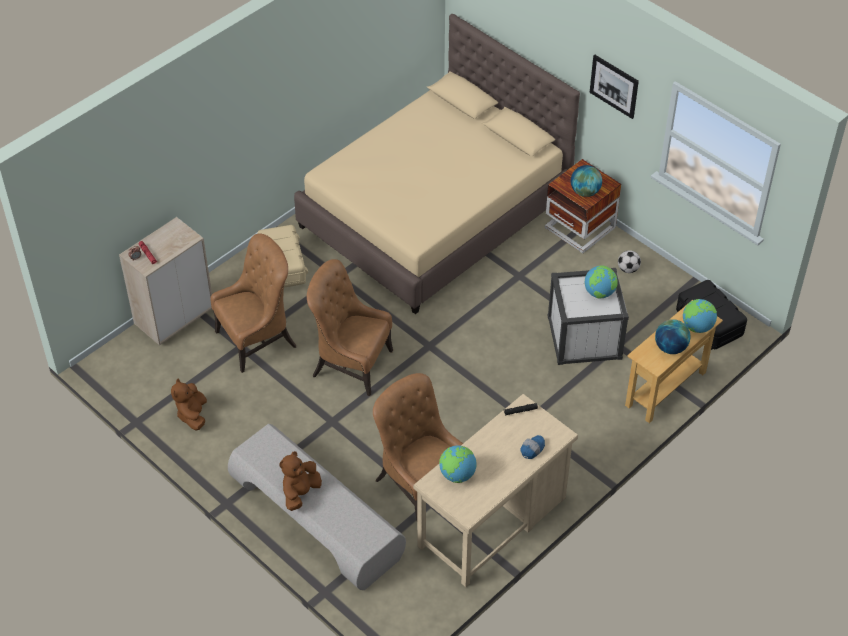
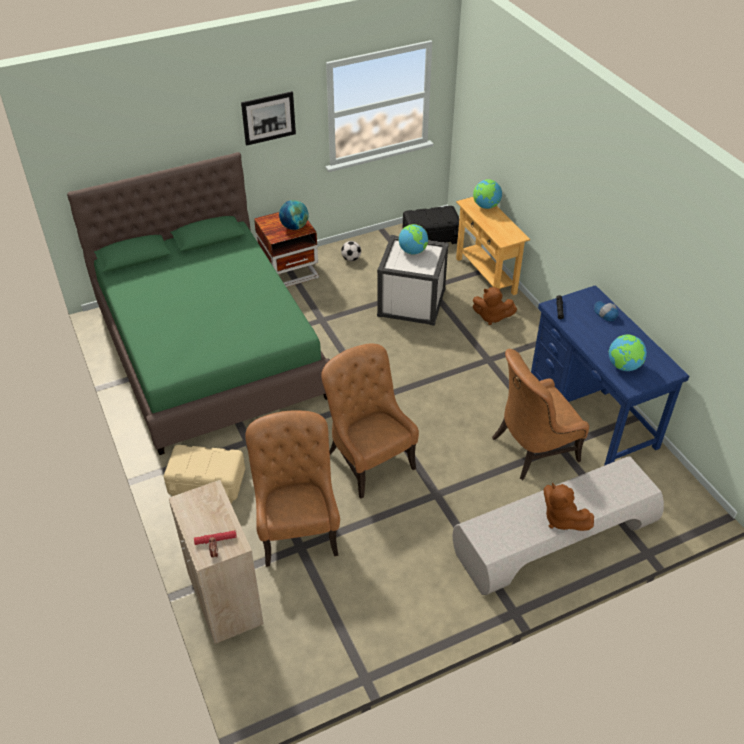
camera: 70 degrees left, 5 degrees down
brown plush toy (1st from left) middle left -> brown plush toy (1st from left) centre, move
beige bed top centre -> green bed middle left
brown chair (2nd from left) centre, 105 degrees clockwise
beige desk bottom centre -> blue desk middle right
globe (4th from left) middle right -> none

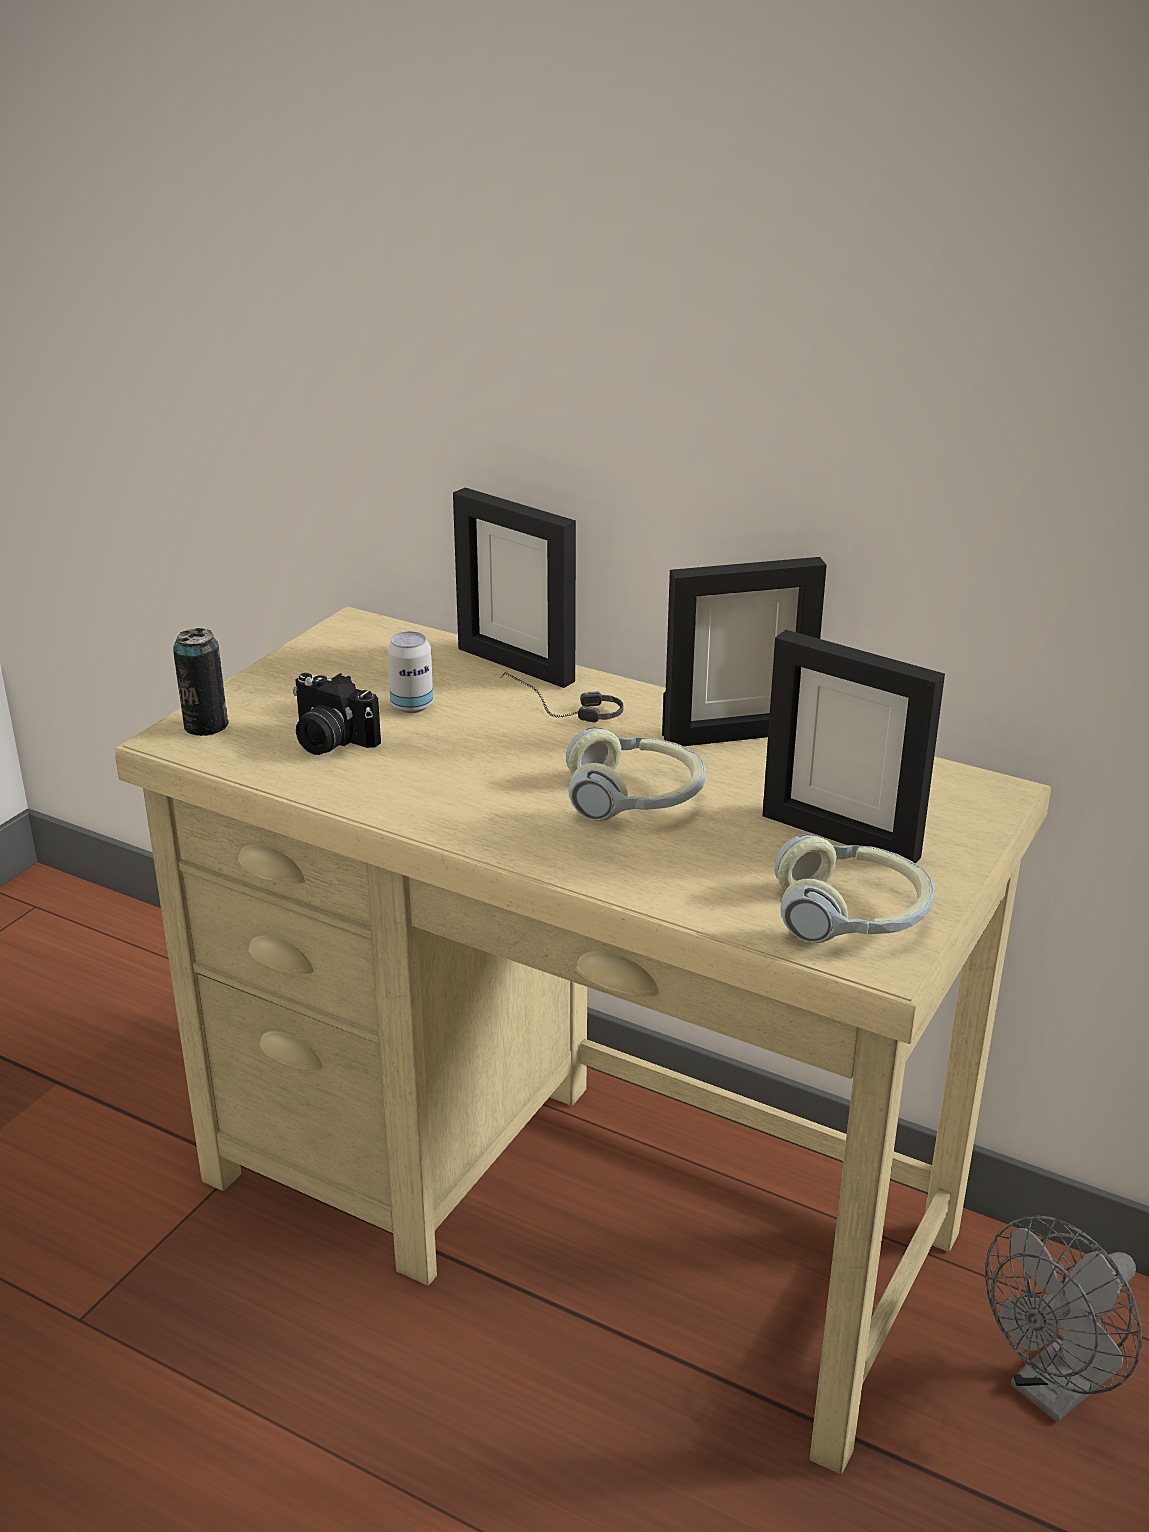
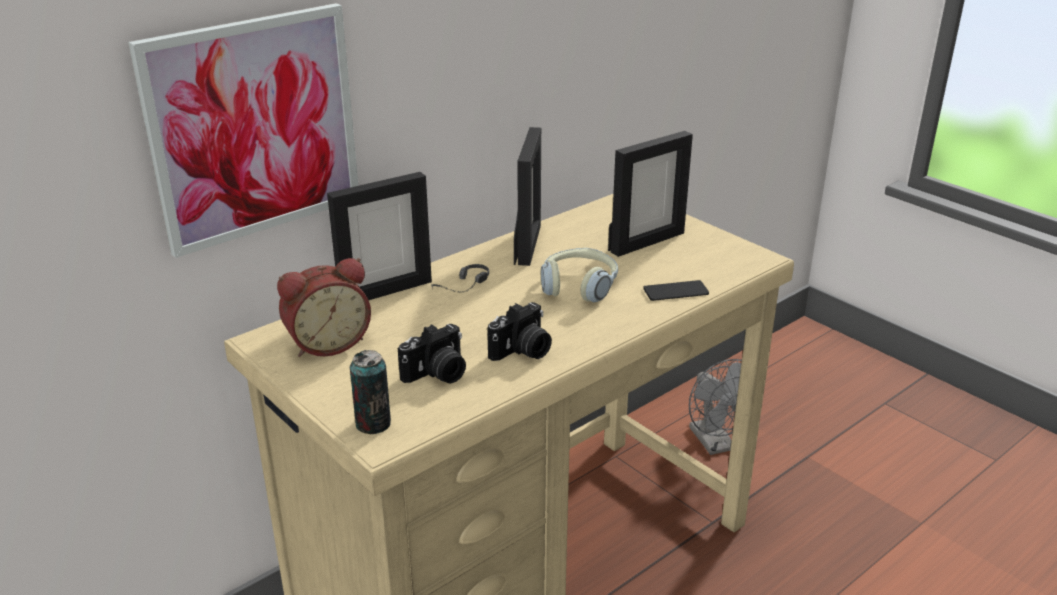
camera: 70 degrees left, 0 degrees up
can (2nd from left) centre -> none
headphones (3rd from left) middle right -> none
none -> picture top left
none -> alarm clock middle left
none -> photo camera (2nd from left) centre
none -> phone centre

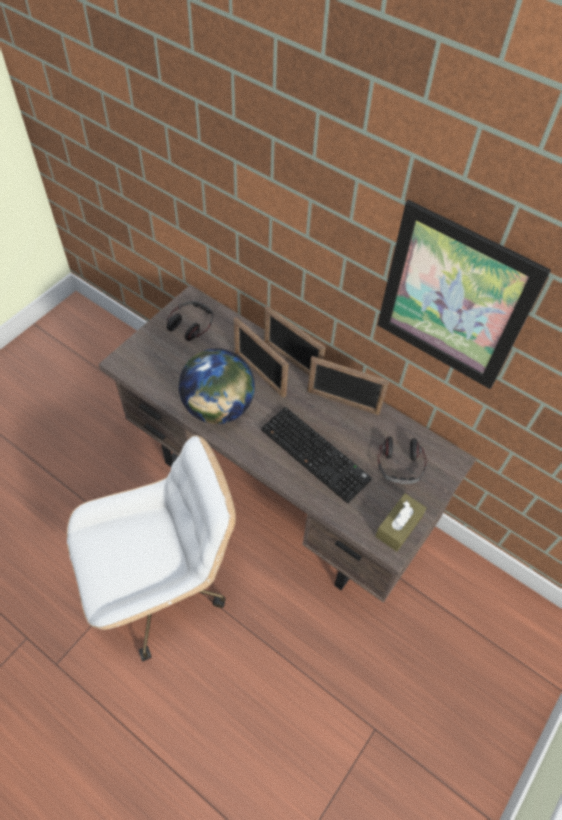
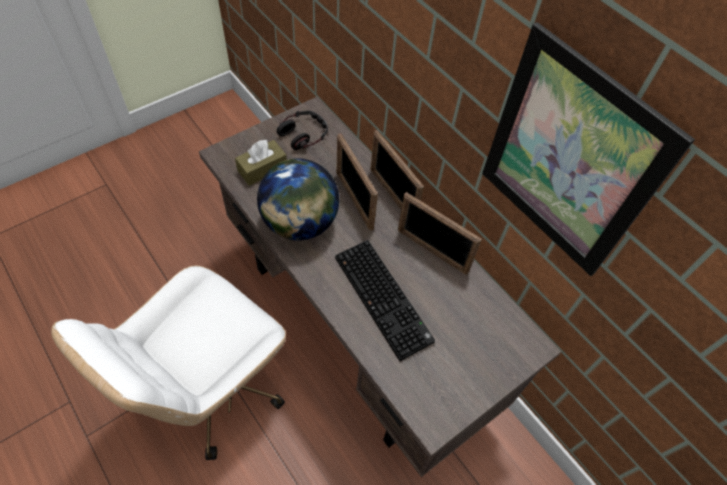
camera: 15 degrees right, 0 degrees up
white office chair bottom left, 135 degrees clockwise
brown tissue box middle right -> brown tissue box centre, move
headphones (2nd from left) middle right -> none

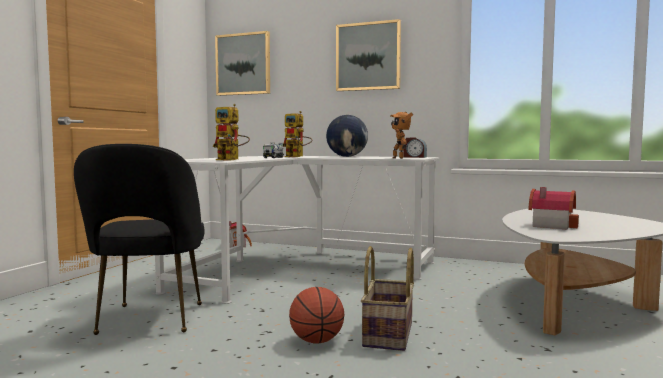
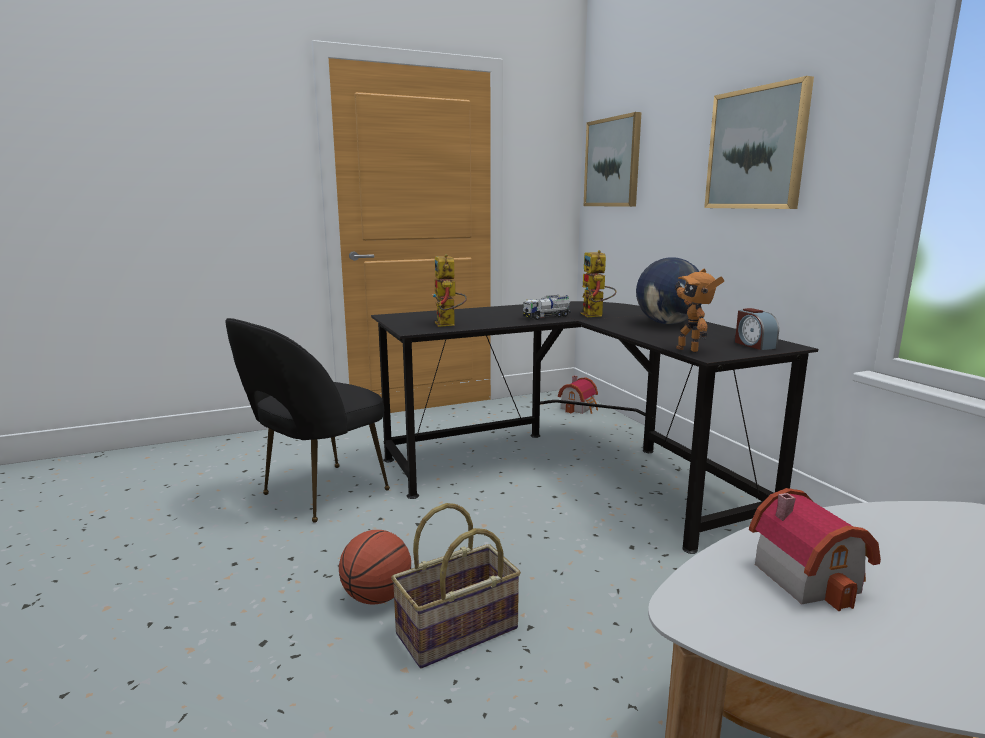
camera: 45 degrees right, 10 degrees up
white desk centre -> black desk centre
toy robot (3rd from left) centre -> toy robot (3rd from left) middle right, 45 degrees counterclockwise

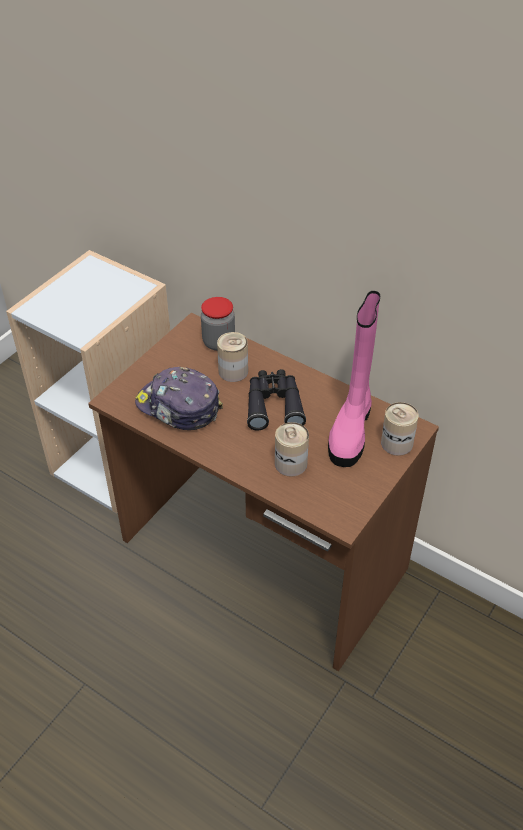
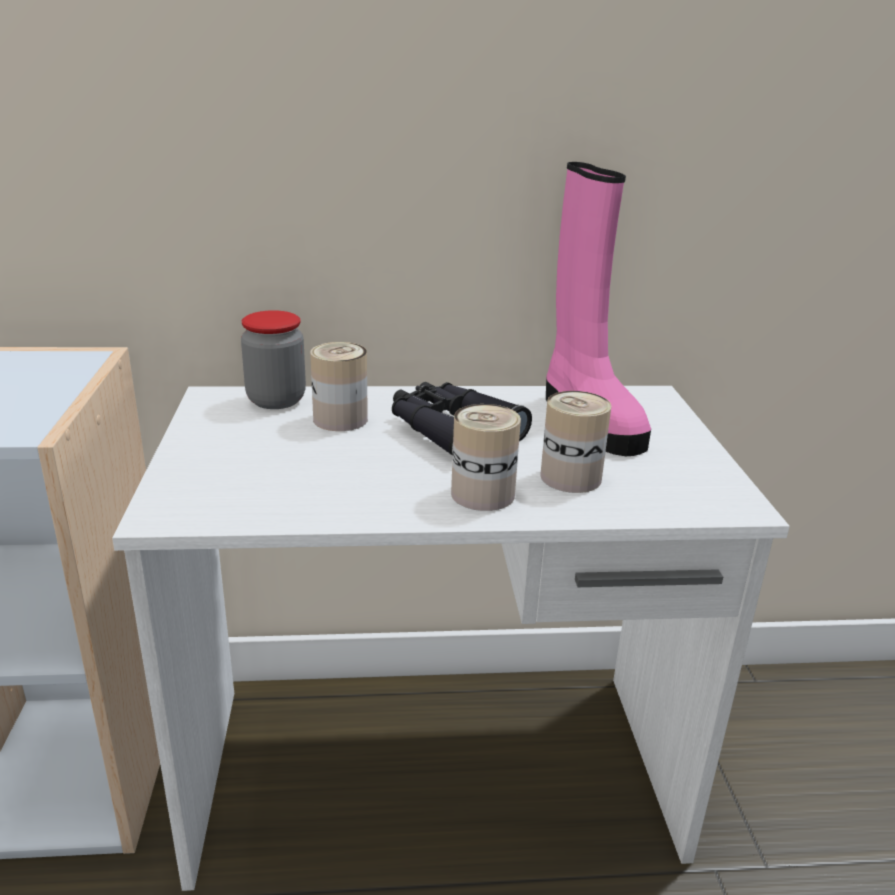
camera: 40 degrees left, 20 degrees down
brown desk centre -> white desk bottom centre
cap centre -> none
can (3rd from left in the first image) middle right -> can (2nd from left) centre, move

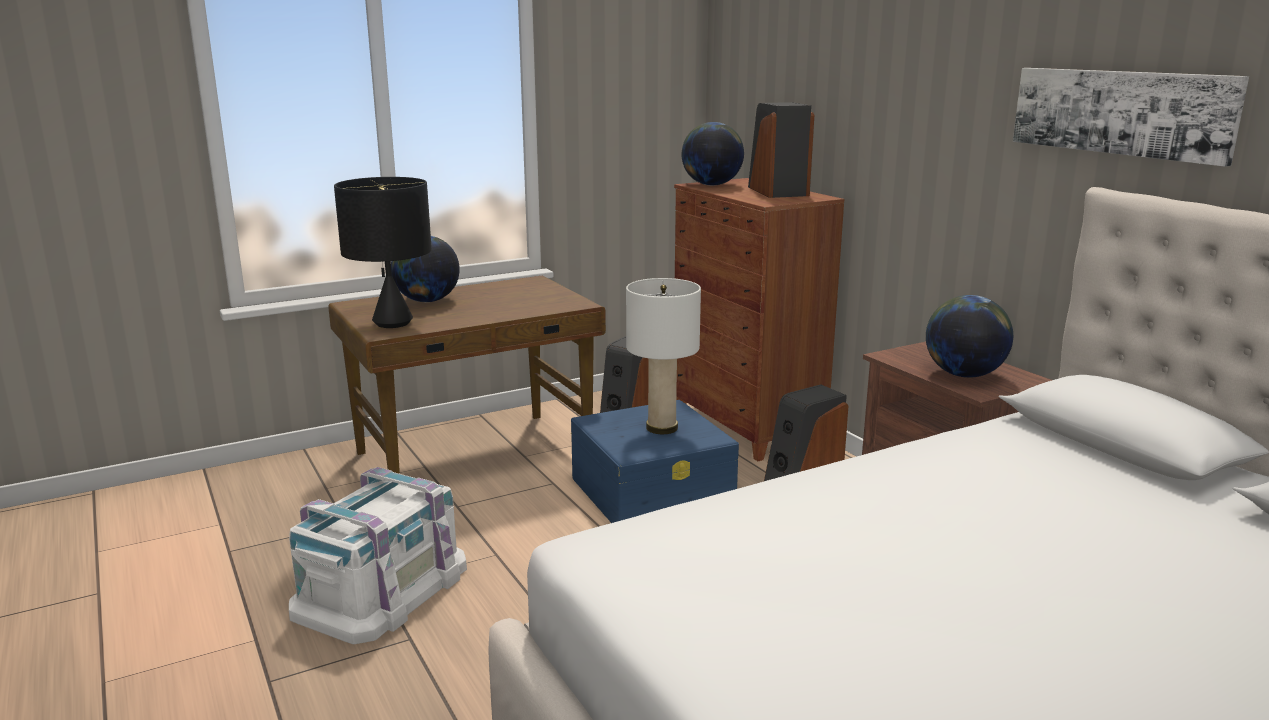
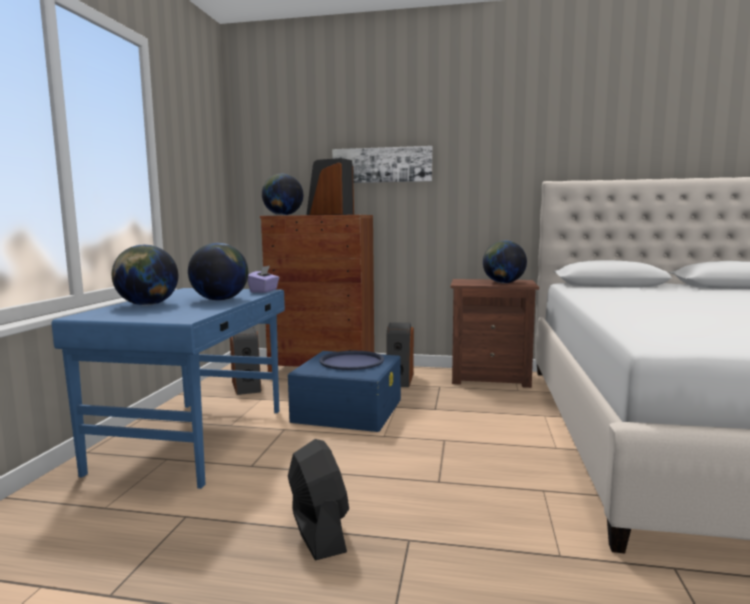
camera: 50 degrees left, 10 degrees down
white storage box bottom left -> black fan bottom centre
brown desk centre -> blue desk middle left
black table lamp middle left -> none
white table lamp centre -> blue tray centre
picture top right -> picture top centre, move
none -> globe (2nd from left) middle left
none -> purple tissue box centre

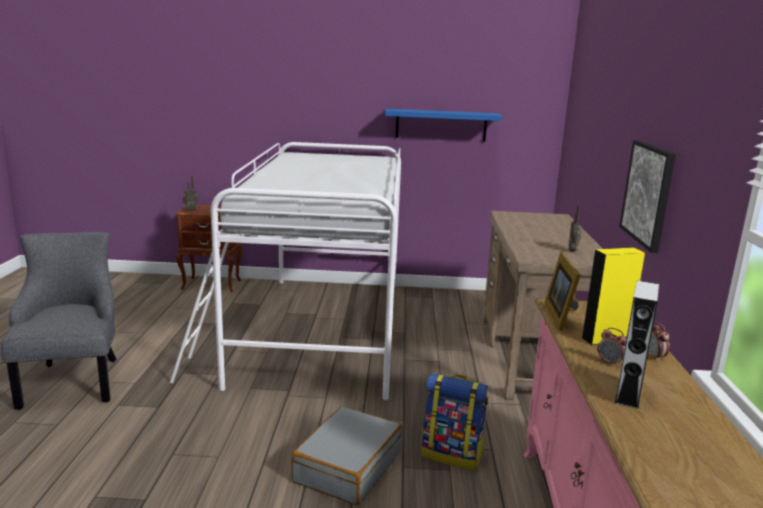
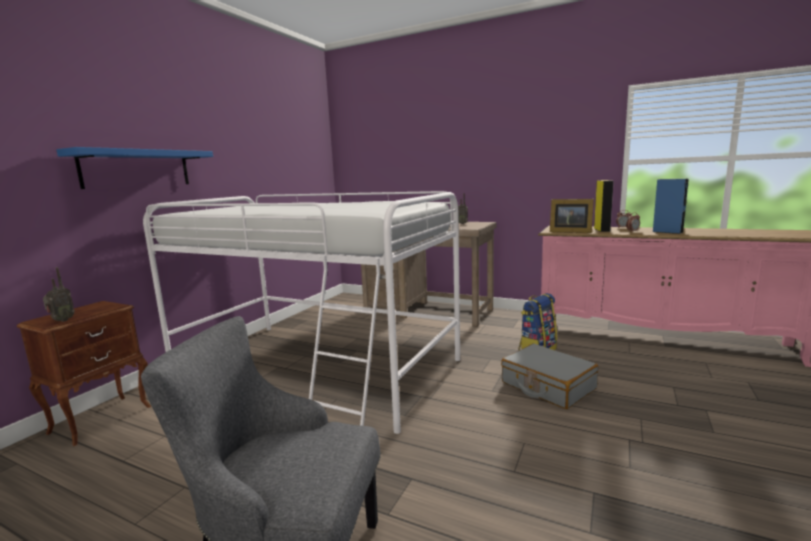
camera: 65 degrees left, 5 degrees down
blue shelf top centre -> blue shelf top left, move
grey speaker bottom right -> blue speaker middle right
picture middle right -> none

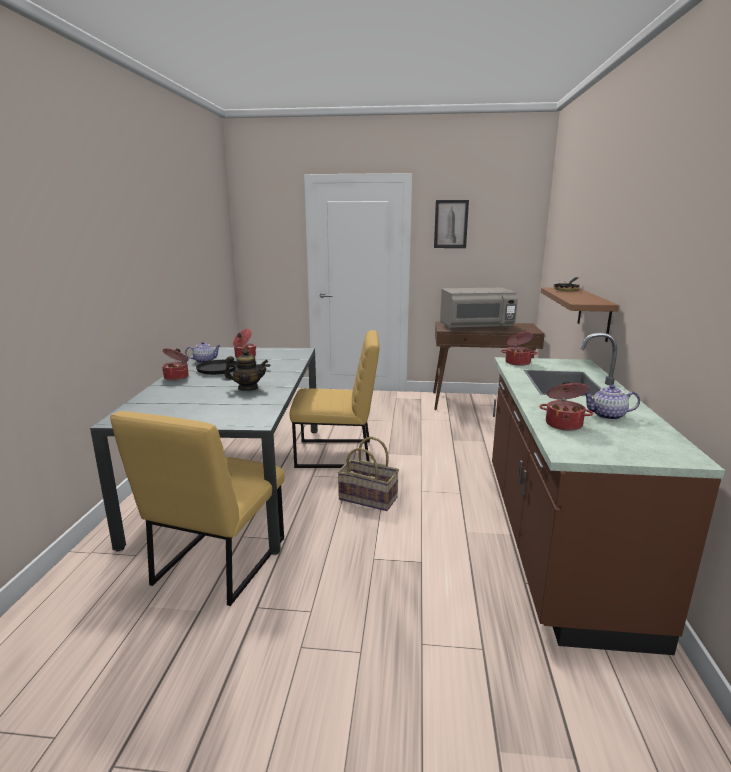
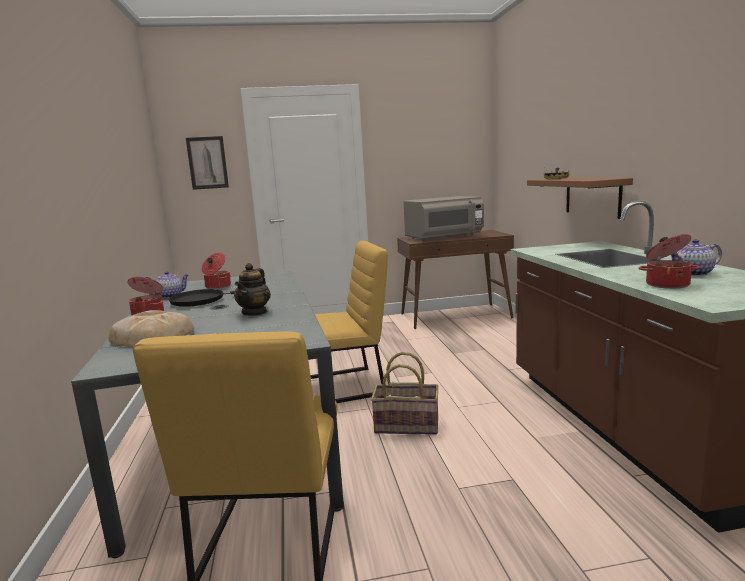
camera: 15 degrees left, 5 degrees down
teapot (2nd from left) centre, 120 degrees clockwise
picture top centre -> picture top left, move
cooking pot (3rd from left) middle right -> none
none -> bread middle left

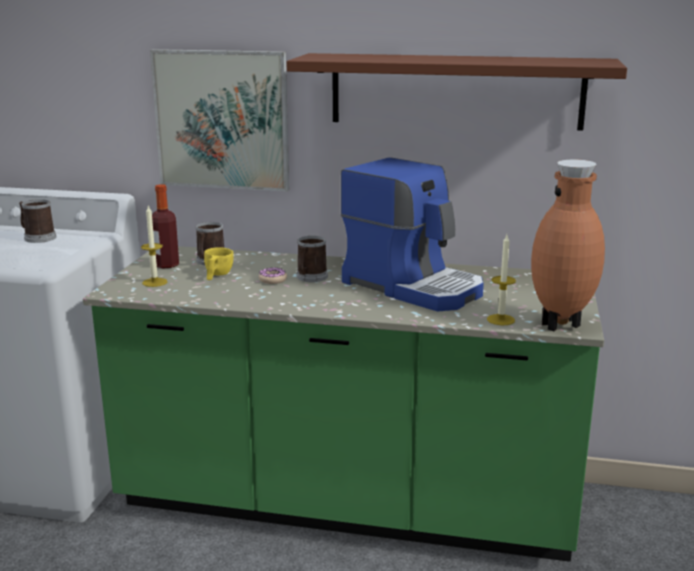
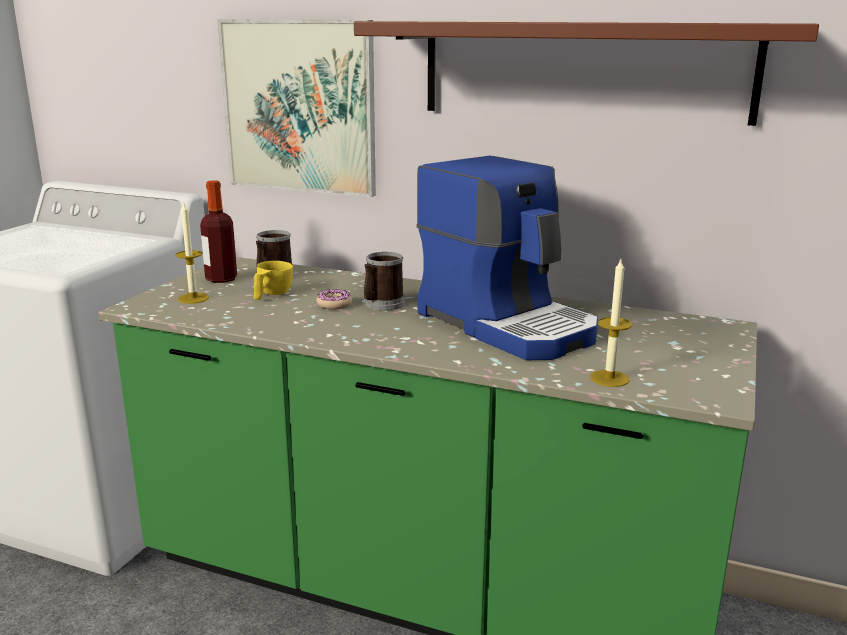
camera: 10 degrees right, 0 degrees up
mug (1st from left) middle left -> none
brown vase middle right -> none

